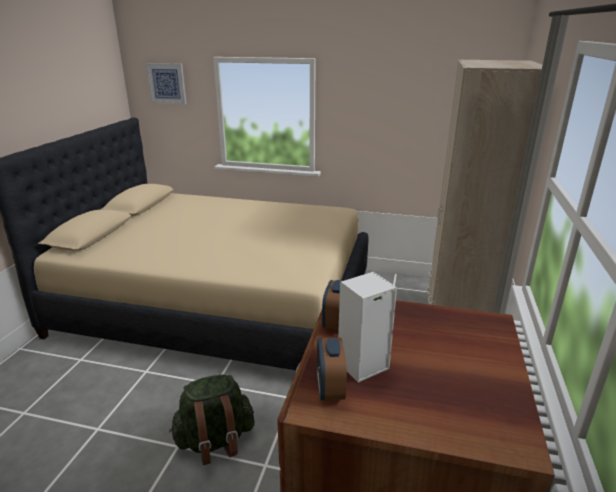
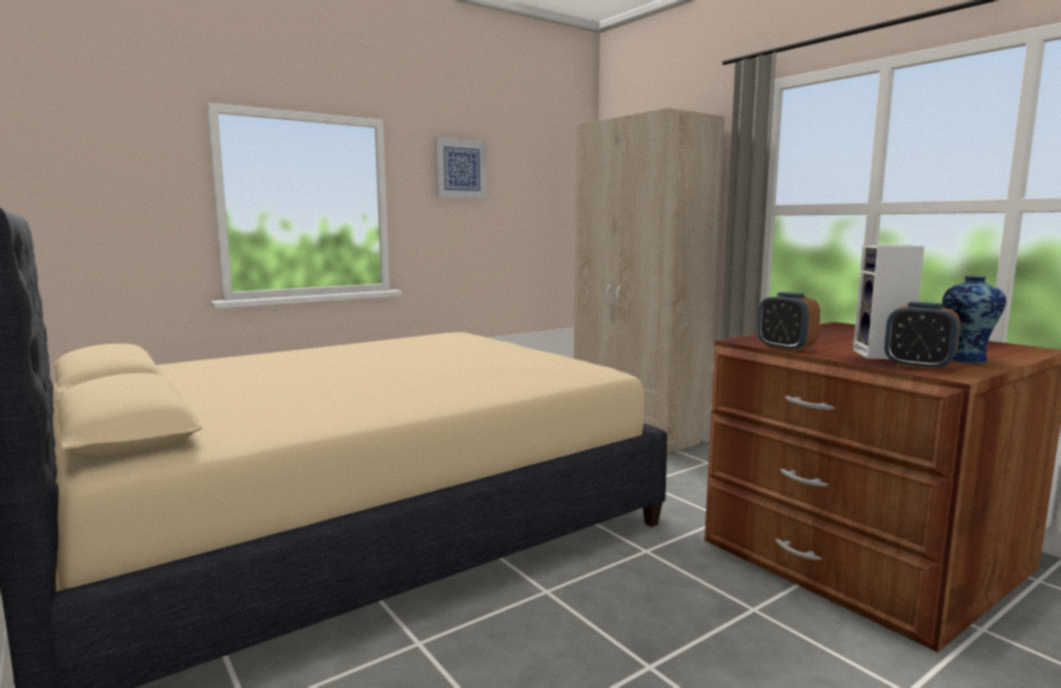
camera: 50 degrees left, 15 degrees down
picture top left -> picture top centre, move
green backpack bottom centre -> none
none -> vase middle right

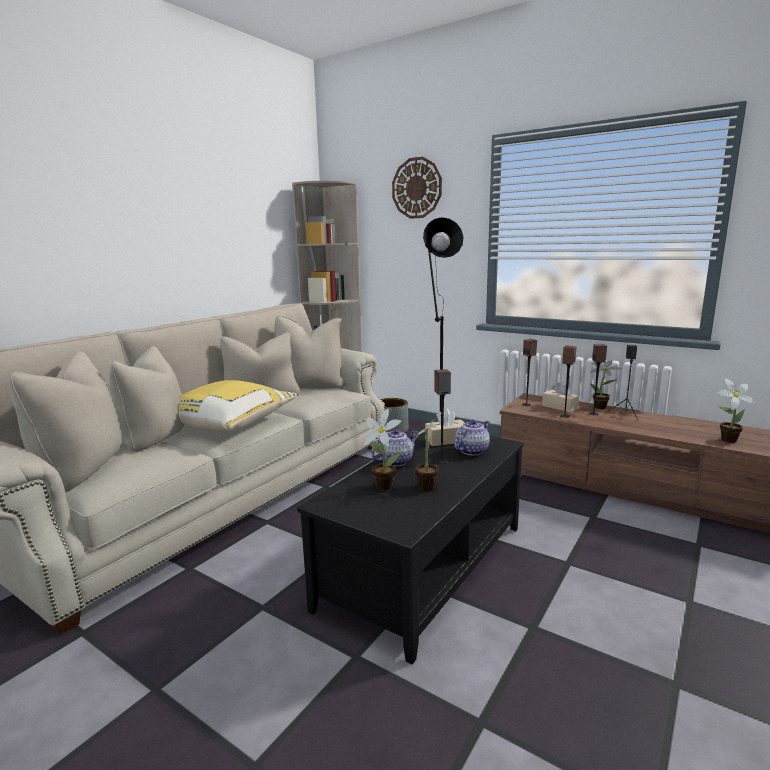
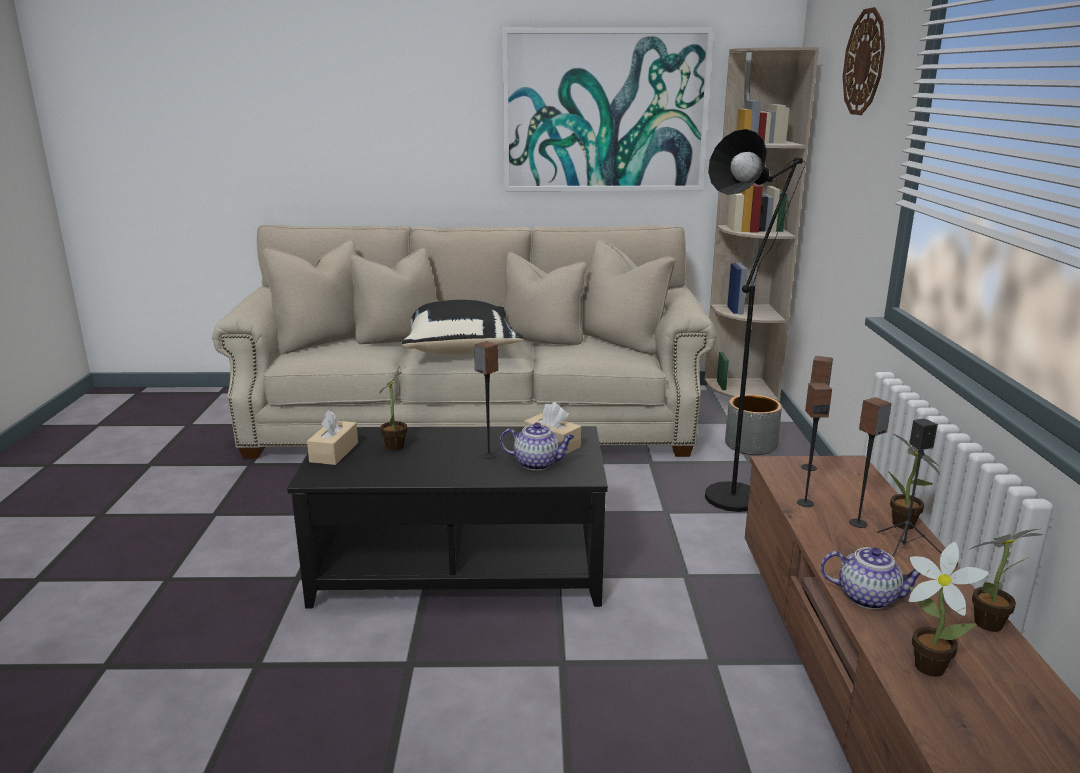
camera: 55 degrees right, 5 degrees up
yellow pillow middle left -> black pillow centre
teapot (1st from left in the first image) centre -> teapot (2nd from left) bottom right, move
potted plant (2nd from left in the first image) centre -> potted plant (4th from left) bottom right, move
beige tissue box (2nd from left in the first image) middle right -> beige tissue box (1st from left) middle left, move
none -> picture top centre

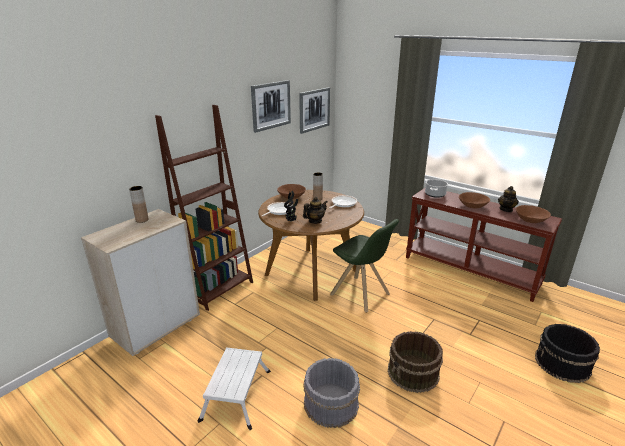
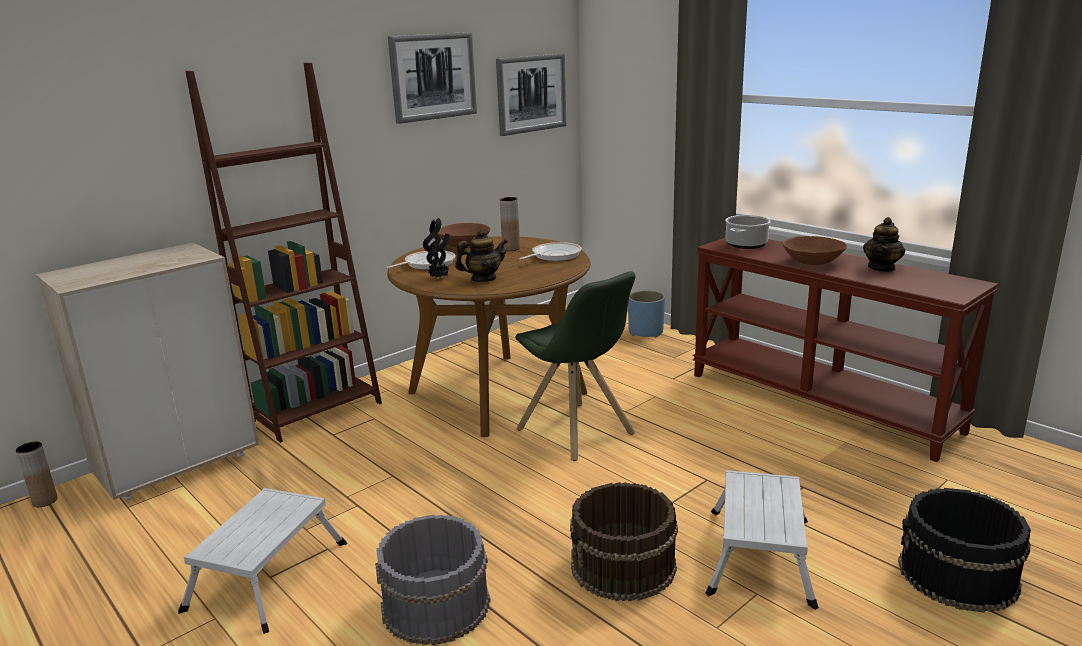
camera: 10 degrees right, 5 degrees down
brown vase (1st from left) middle left -> brown vase (1st from left) bottom left, move
brown bowl (3rd from left) middle right -> none
none -> blue planter centre
none -> white step ladder (2nd from left) bottom right

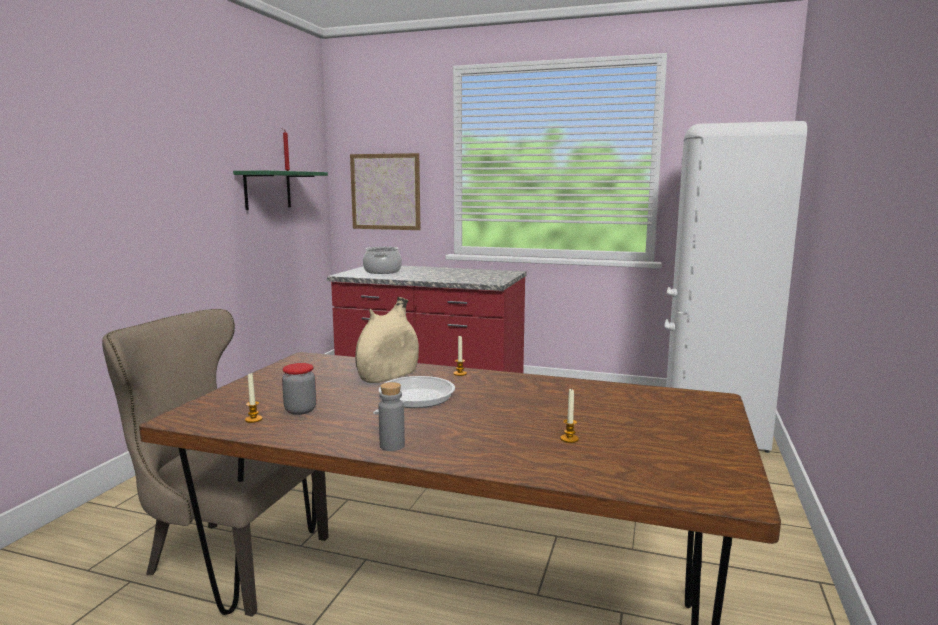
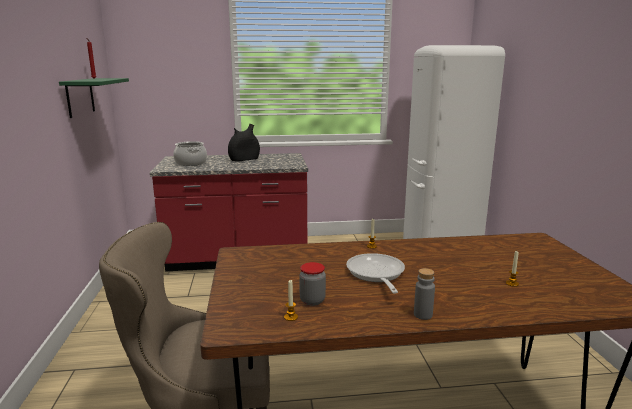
camera: 25 degrees left, 5 degrees up
picture top centre -> none
beige vase centre -> none
none -> black vase centre

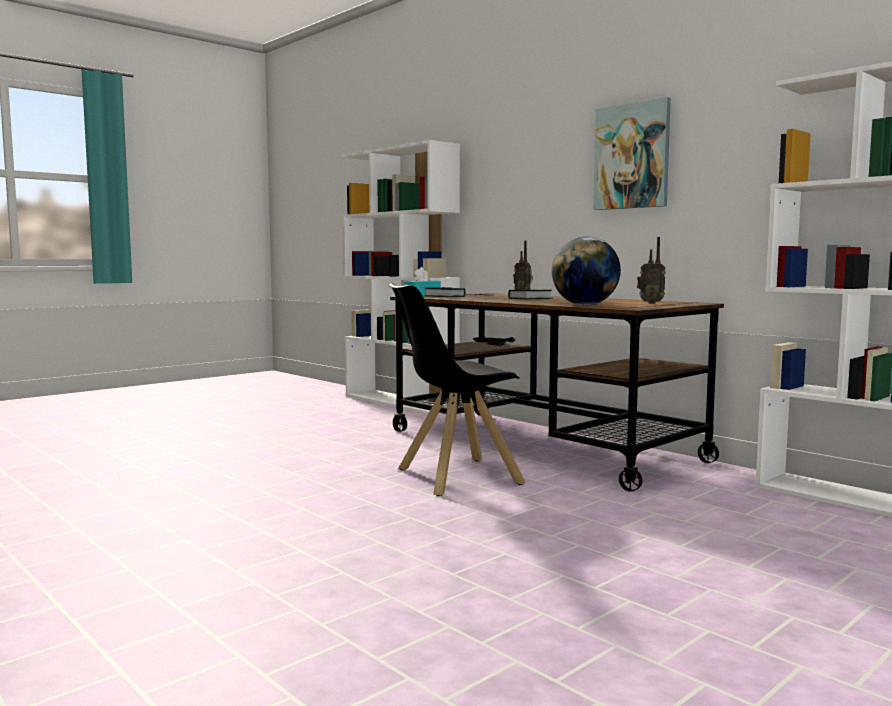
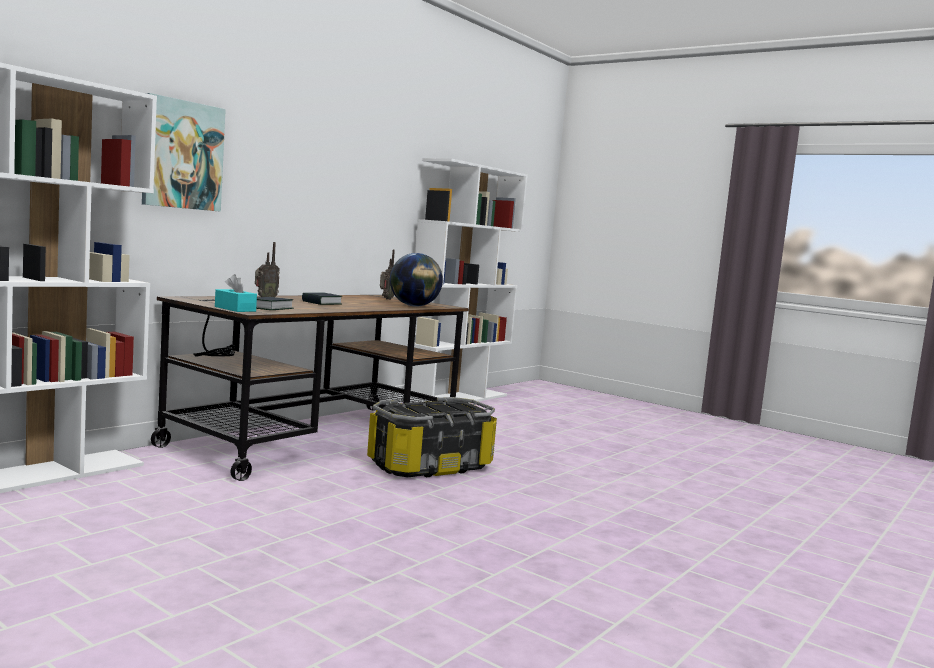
camera: 100 degrees left, 0 degrees up
black chair centre -> storage box centre
picture top right -> picture top left, move

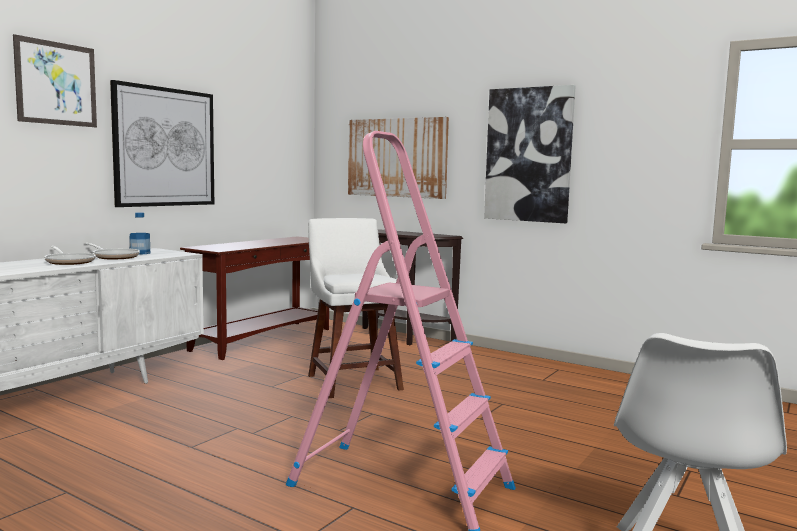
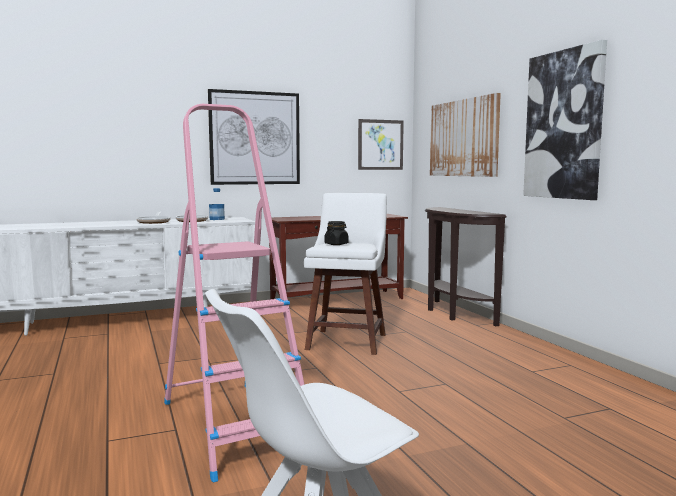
camera: 35 degrees right, 0 degrees up
picture (1st from left in the first image) top left -> picture (2nd from left) top centre, move
none -> black jar centre

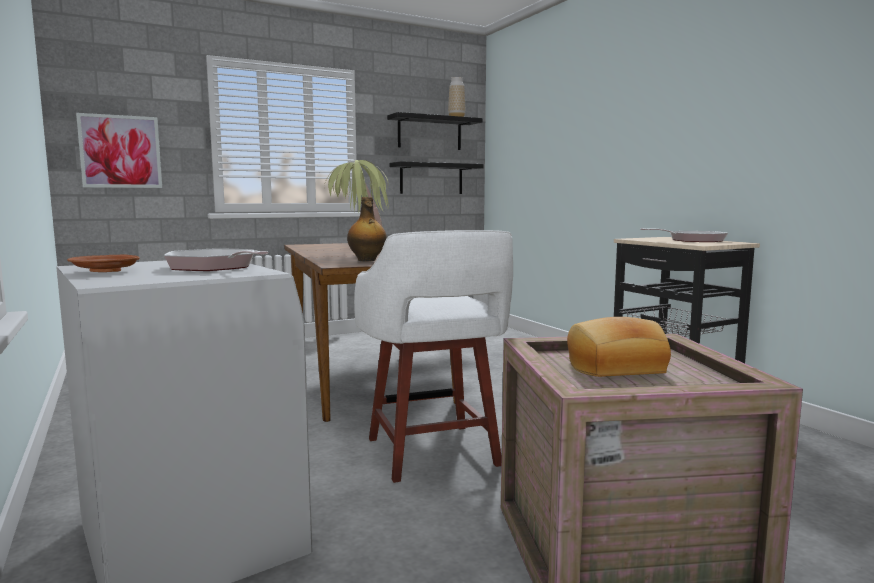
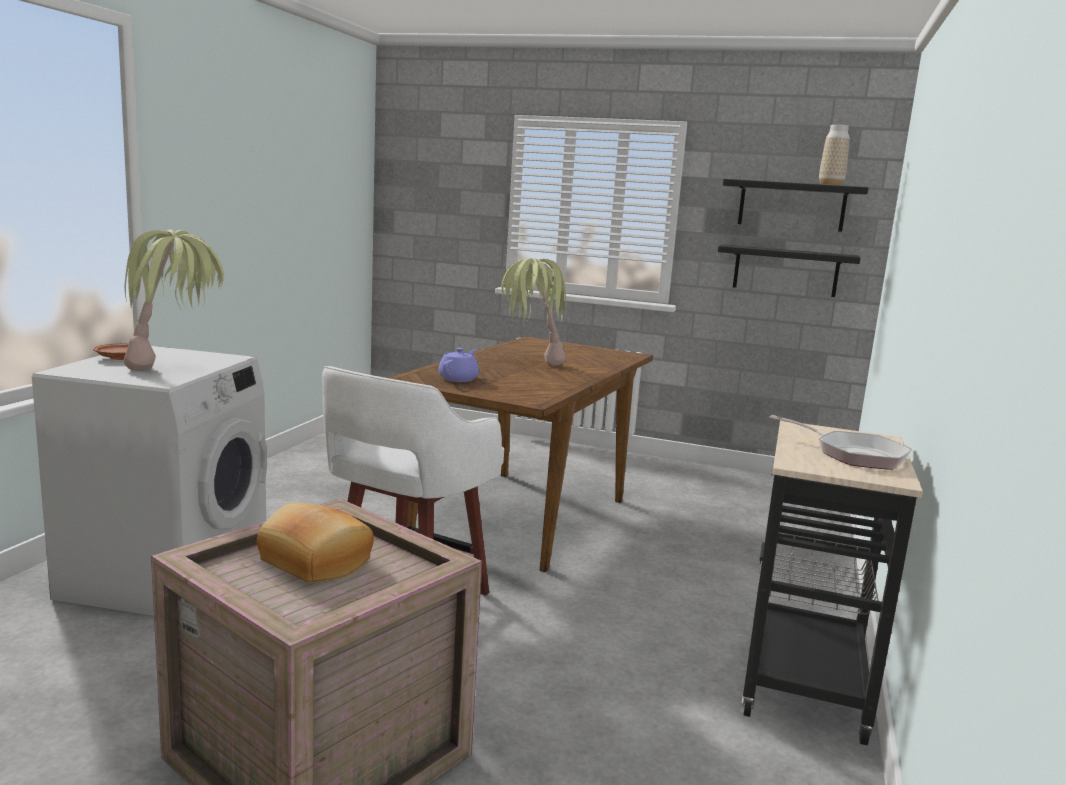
camera: 45 degrees right, 5 degrees up
picture top left -> none
frying pan (1st from left) middle left -> potted plant (1st from left) middle left
bottle centre -> purple teapot centre

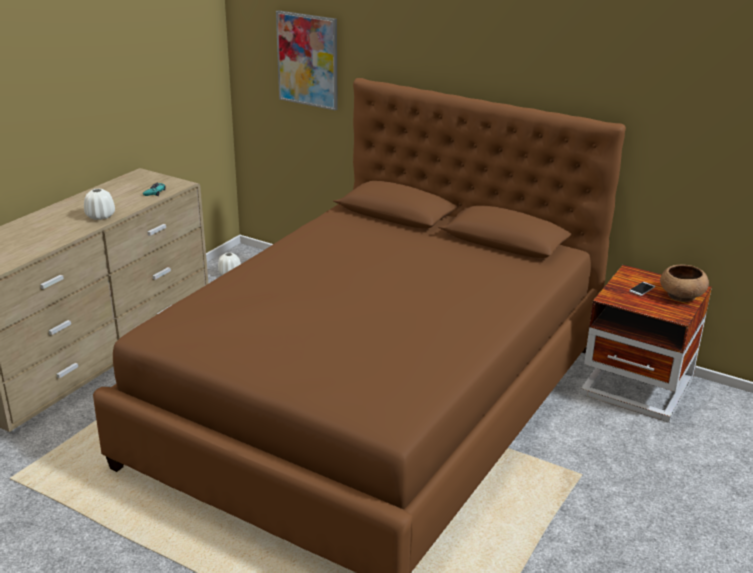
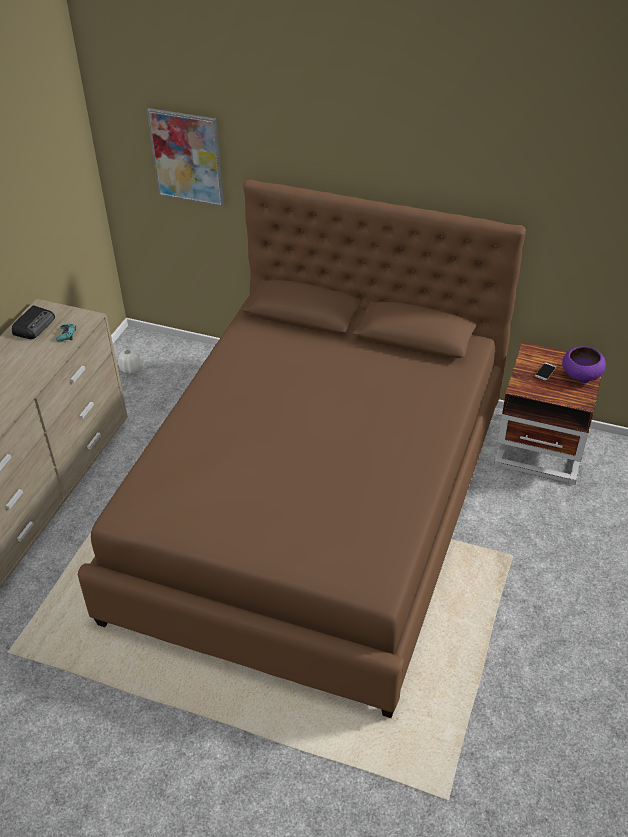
camera: 10 degrees left, 15 degrees up
white vase (1st from left) middle left -> none
brown bowl middle right -> purple bowl middle right
none -> radio middle left

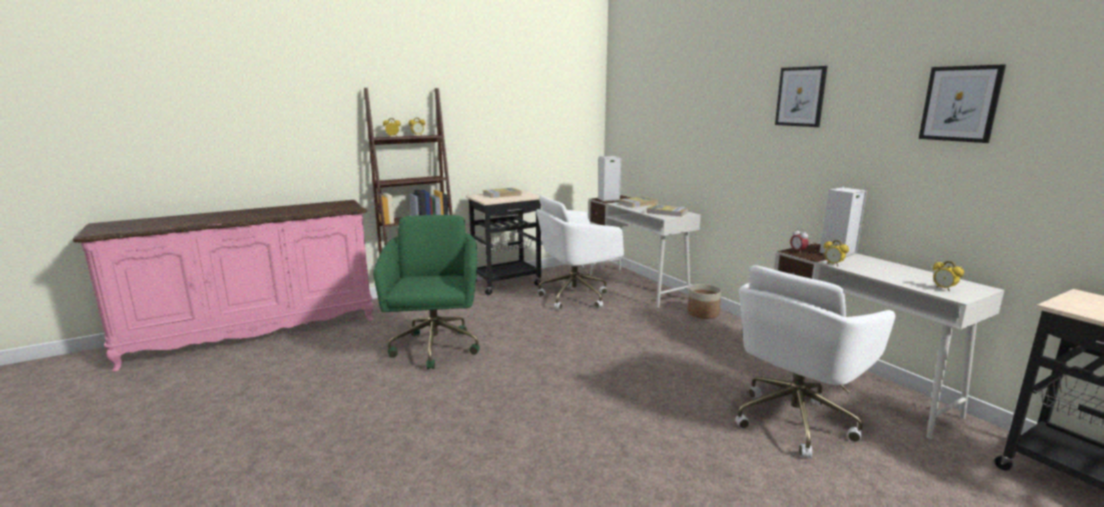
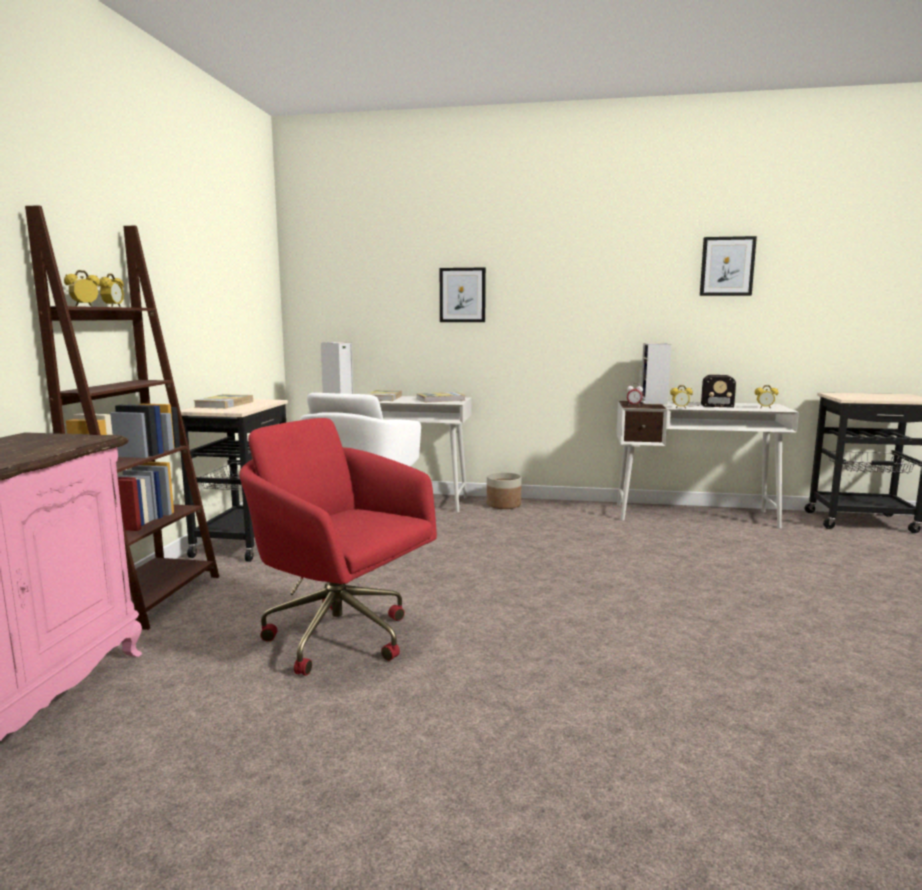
camera: 50 degrees left, 5 degrees down
green office chair centre -> red office chair centre
white office chair (2nd from left) bottom right -> none
picture (1st from left) top right -> picture (1st from left) top centre, move
none -> radio middle right

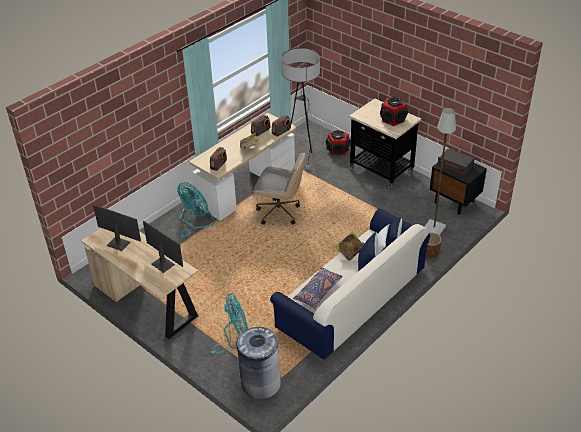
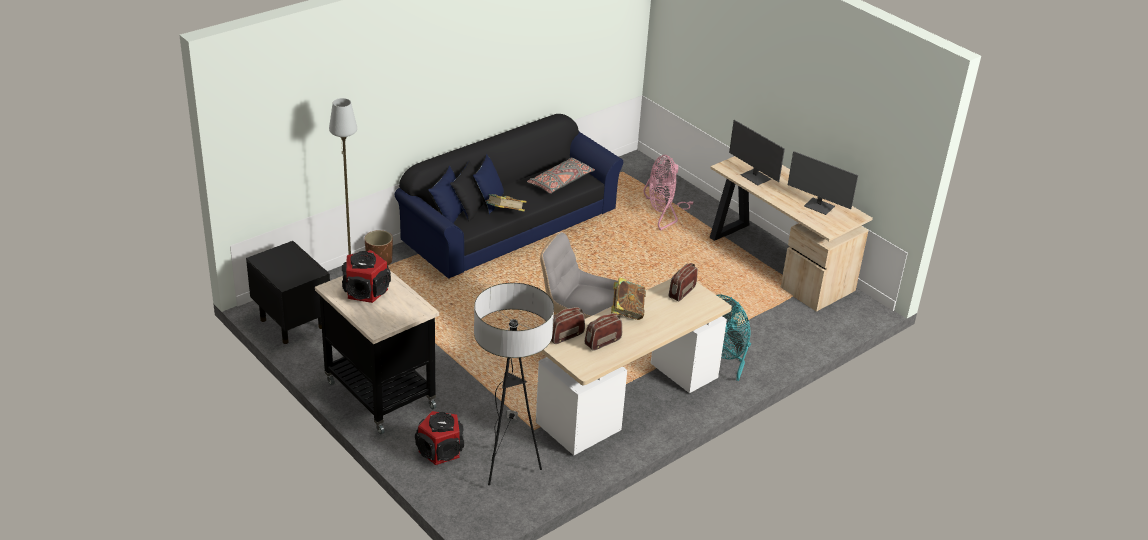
camera: 175 degrees left, 5 degrees down
turquoise fan (2nd from left) bottom centre -> pink fan centre
grey trash can bottom centre -> none
white sofa centre -> black sofa centre
blue pillow bottom centre -> grey pillow top centre
radio (4th from left) middle right -> none

